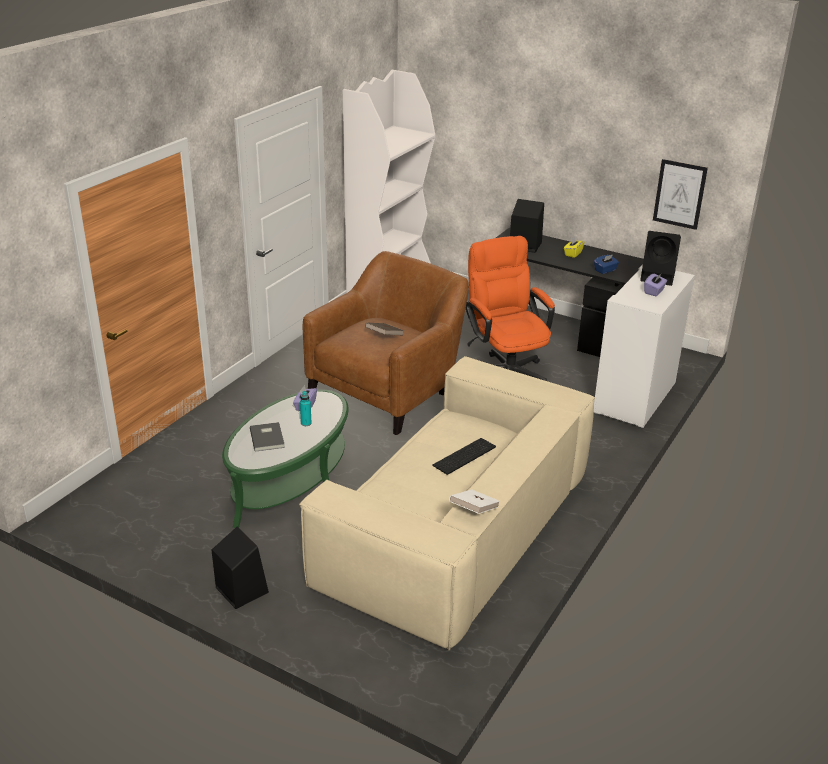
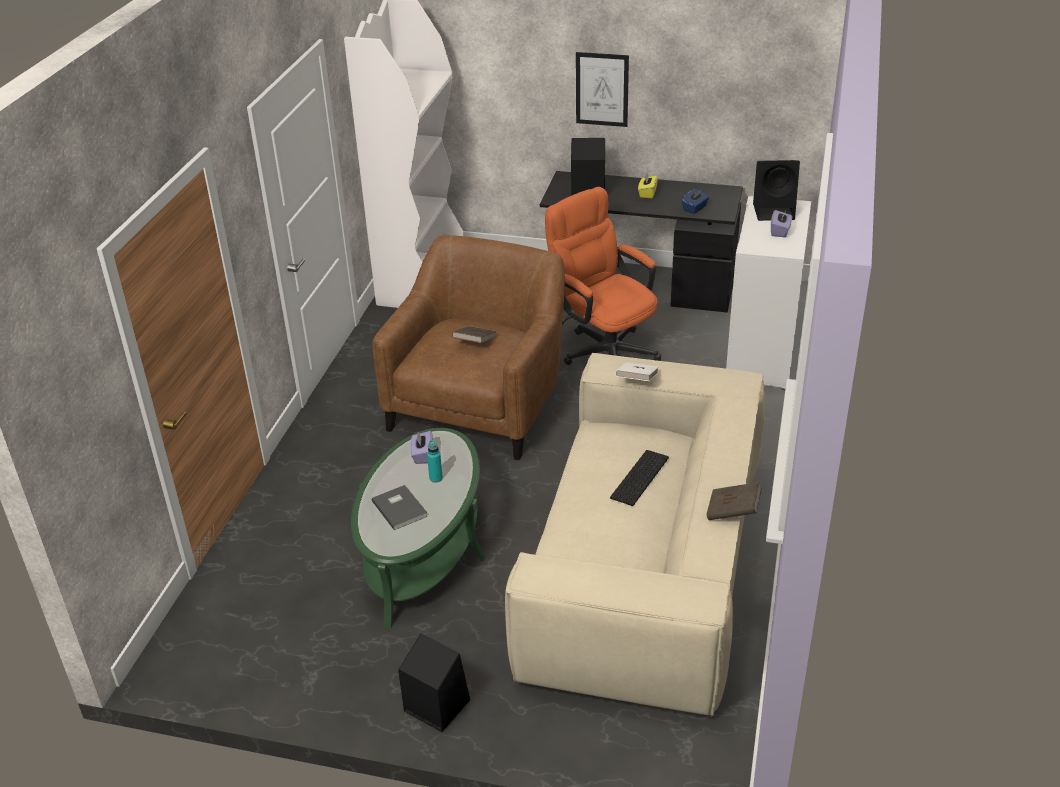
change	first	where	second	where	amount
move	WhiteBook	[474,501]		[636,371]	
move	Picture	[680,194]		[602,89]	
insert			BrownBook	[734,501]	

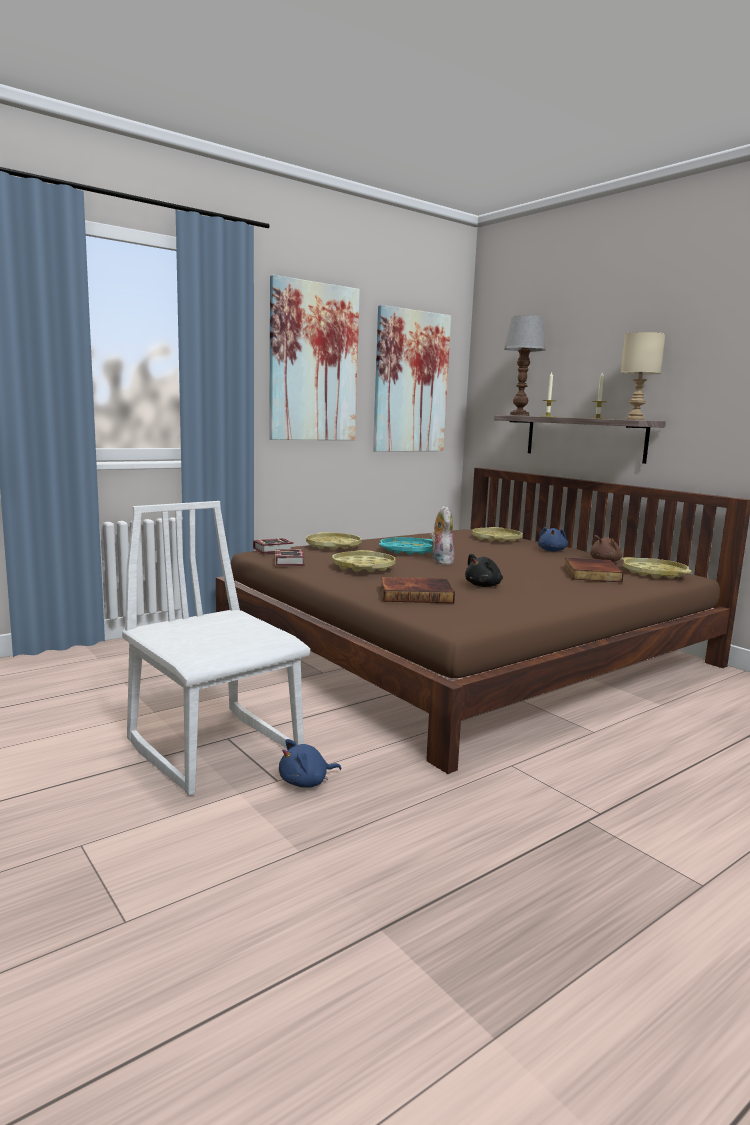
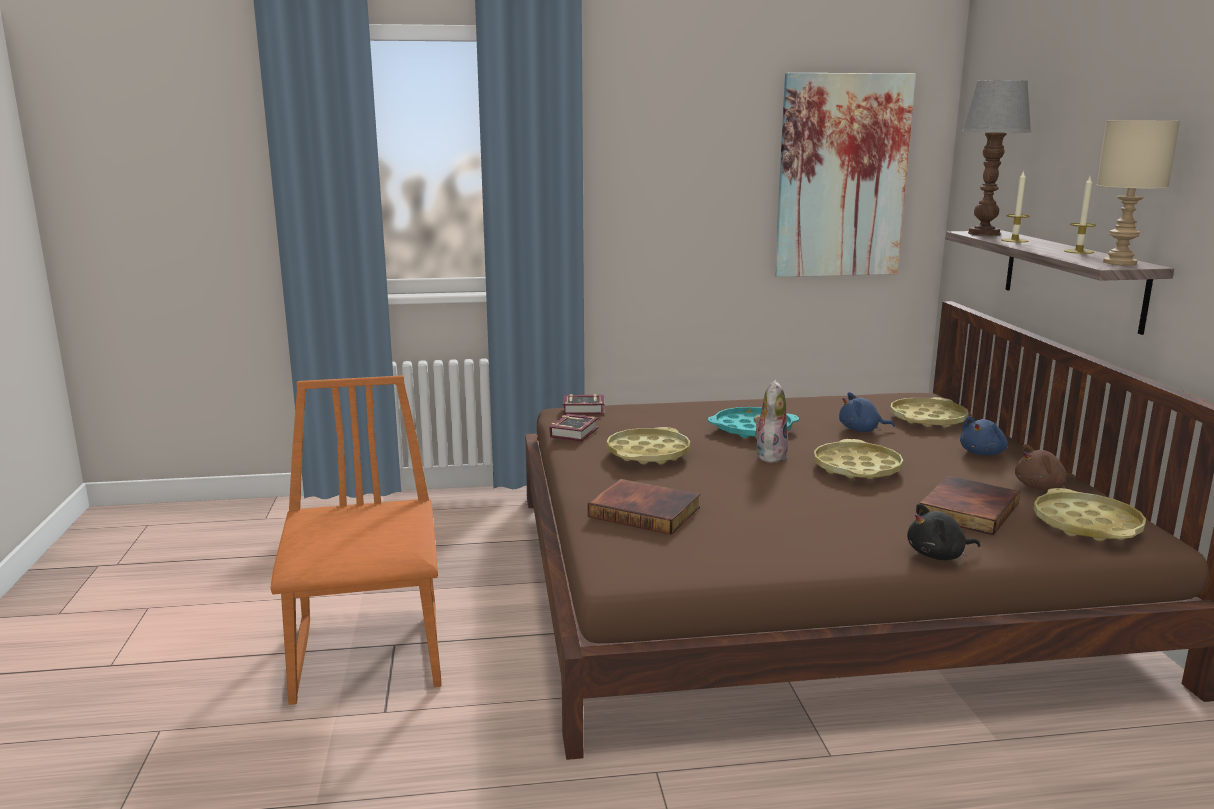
change	first	where	second	where	amount
recolor	WhiteChair	[216,648]	OrangeChair	[356,540]	
delete	Picture	[314,357]			
move	BluePlushToy	[310,763]		[867,412]	
move	YellowTray	[334,541]		[858,459]	
move	BlackPlushToy	[484,570]		[943,532]	

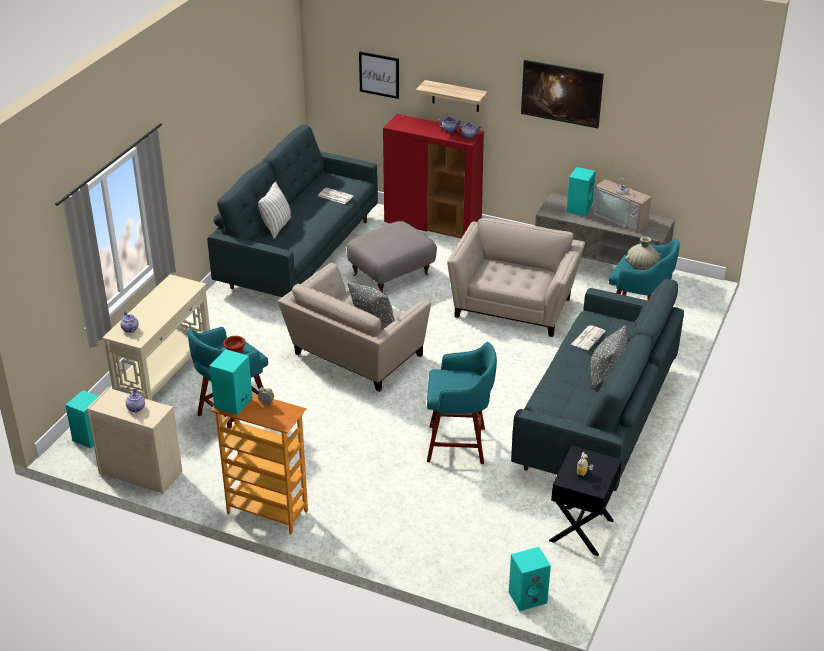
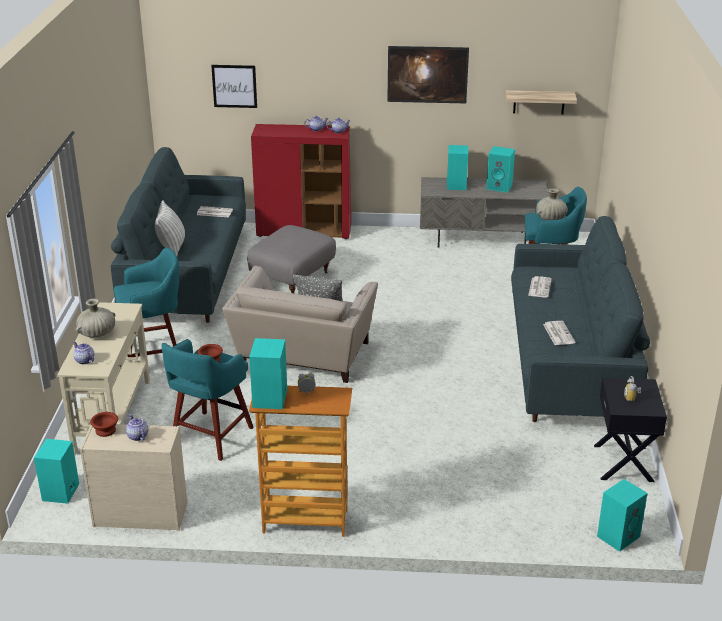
change	first	where	second	where	amount
move	Shelf	[451,96]		[541,102]	
move	TurquoiseStool	[462,403]		[146,302]	
delete	BeigeArmchair	[516,277]			
delete	GreyPillow	[609,356]			
replace	Television	[621,197]	TurquoiseSpeaker	[500,169]	
insert			BeigeVase	[95,318]	
insert			BrownBowl	[104,424]	
insert			Newspaper	[559,333]	

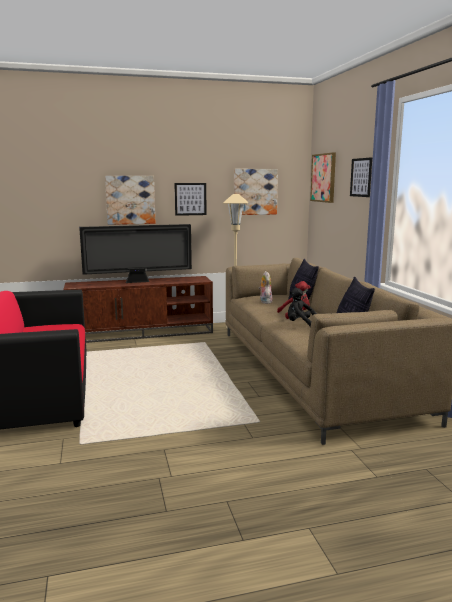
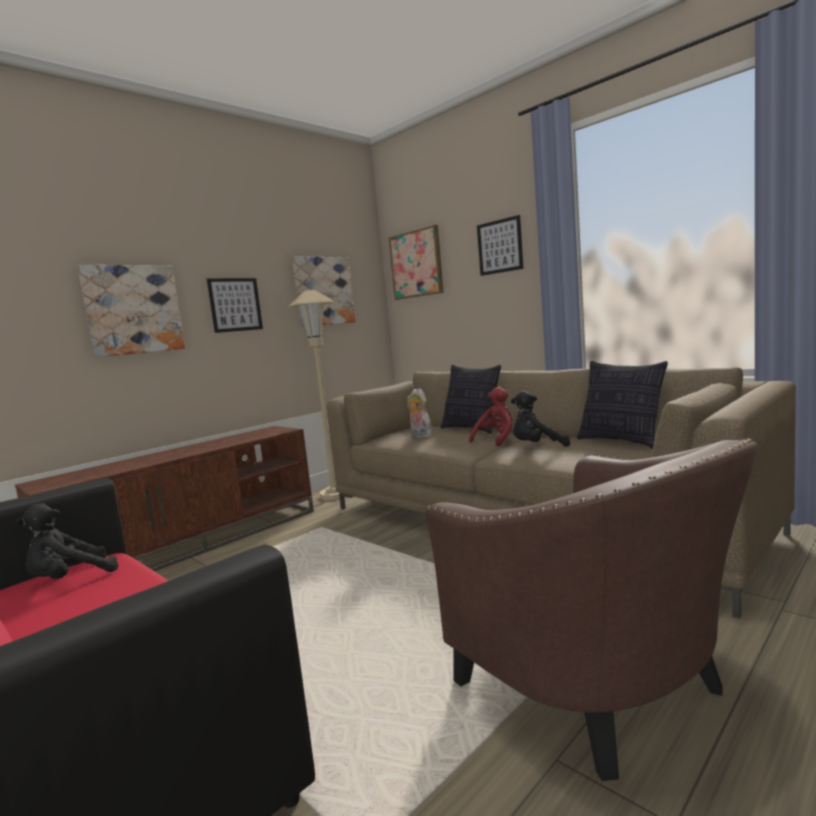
change	first	where	second	where	amount
delete	Television	[135,253]			
insert			BlackPlushToy	[67,541]	
insert			BrownArmchair	[591,610]	

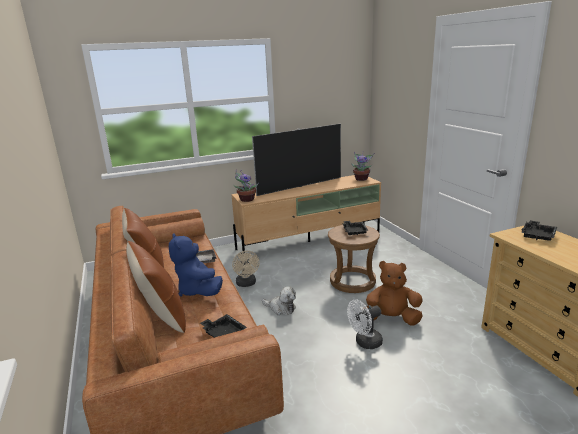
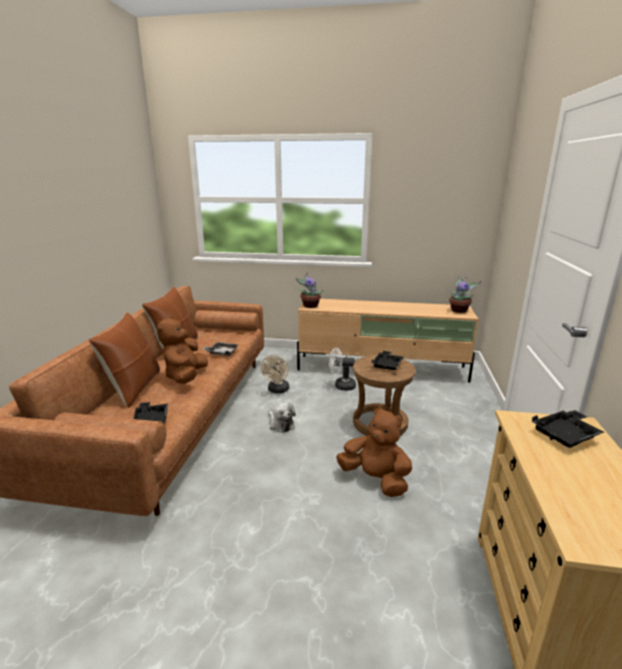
change	first	where	second	where	amount
recolor	BluePlushToy	[196,265]	BrownPlushToy	[182,349]	
delete	Television	[296,160]			
move	WhiteFan	[365,324]		[342,369]	

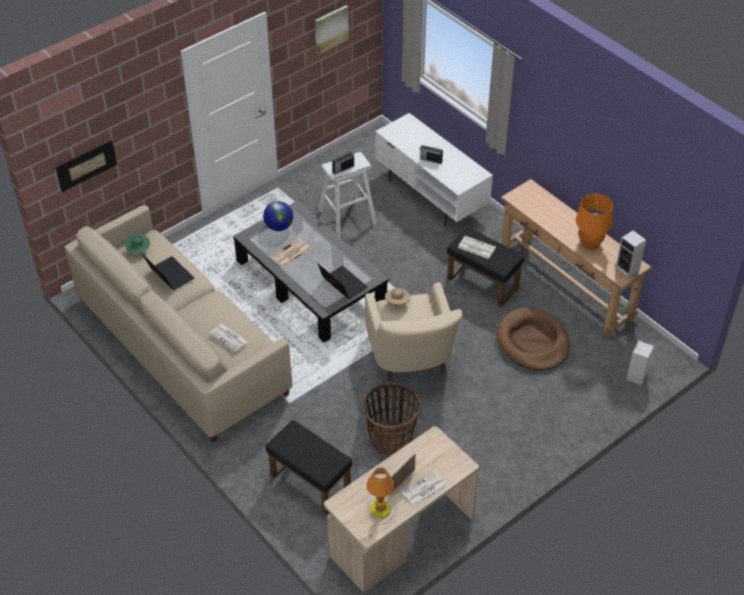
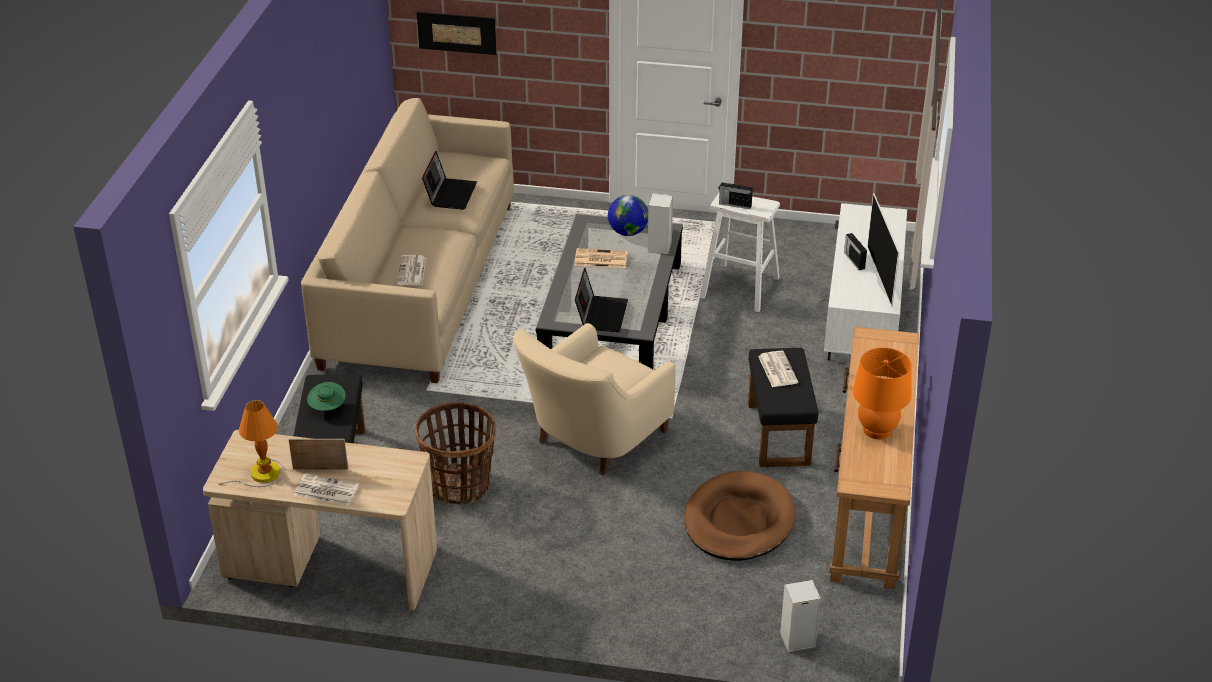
change	first	where	second	where	amount
move	GreenHat	[137,243]		[326,396]	
delete	Picture	[332,30]			
delete	BeigeHat	[398,297]			
move	Speaker	[631,254]		[660,223]	
insert			Television	[883,250]	

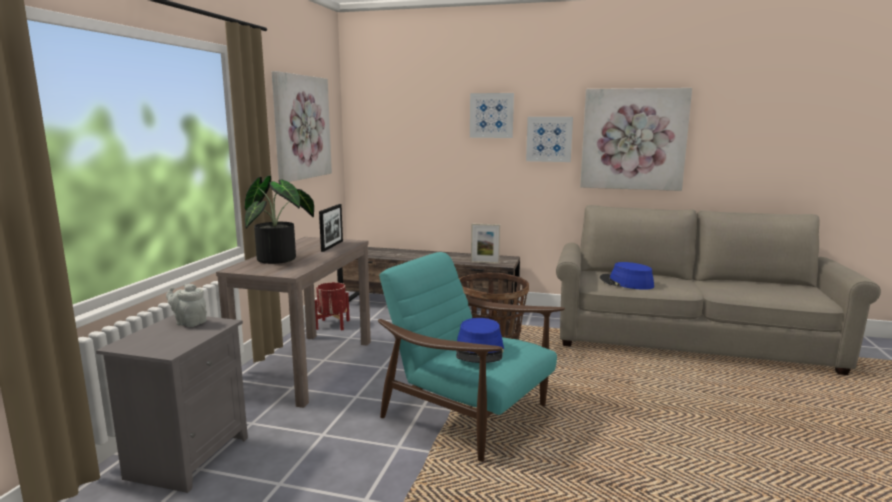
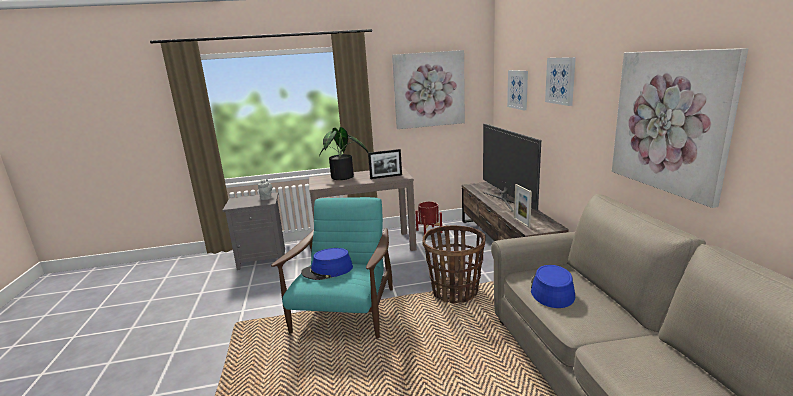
change	first	where	second	where	amount
move	Picture	[549,139]		[517,90]	
insert			Television	[512,167]	

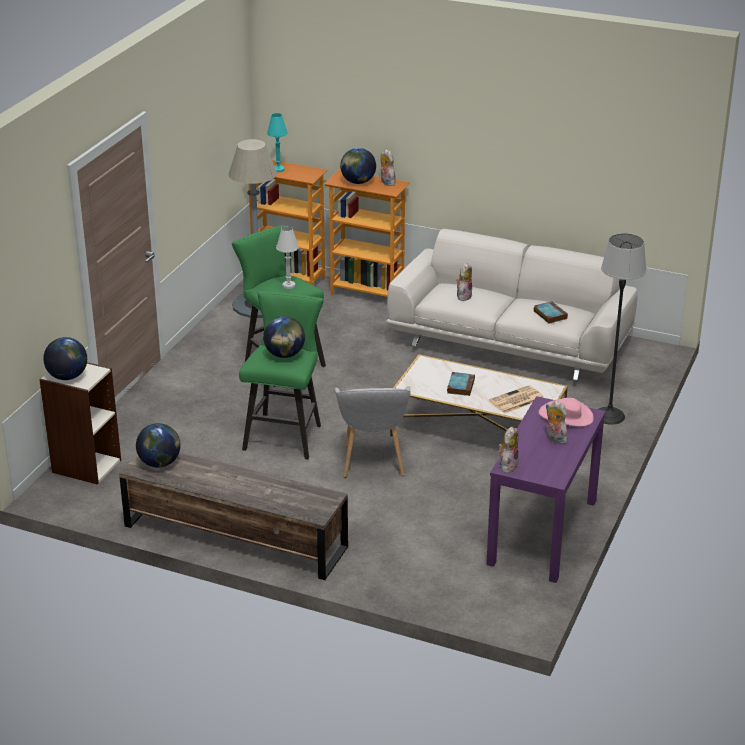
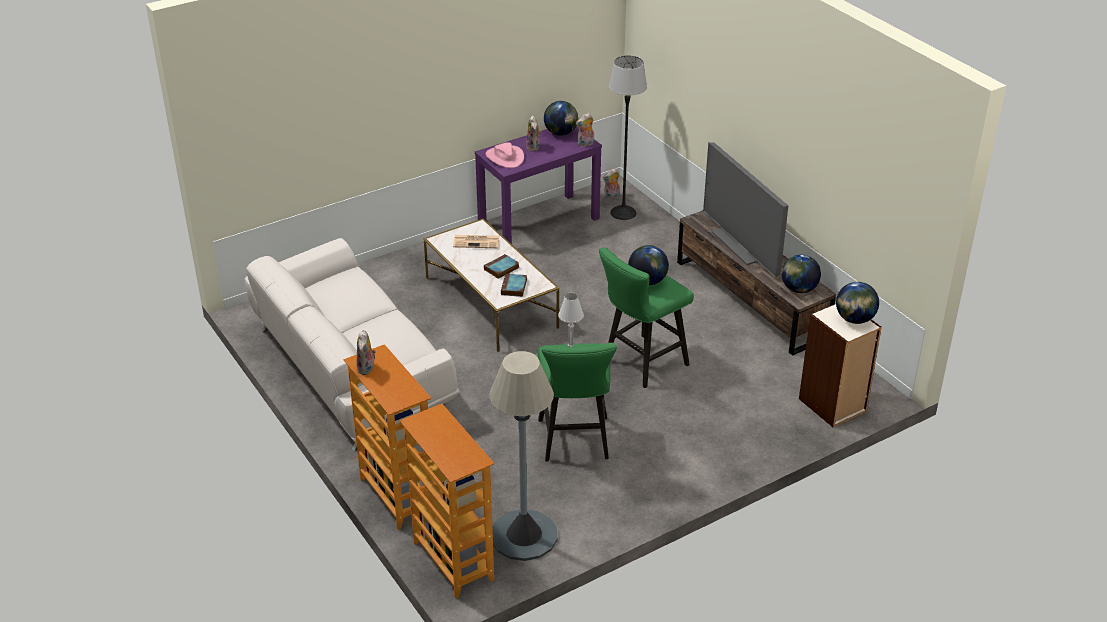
change	first	where	second	where	amount
delete	TurquoiseTableLamp	[277,142]			
delete	GreyArmchair	[373,432]			
move	Globe	[358,166]		[561,118]	
move	PlushToy	[464,282]		[611,183]	
move	Book	[551,312]		[514,285]	
move	FloorLamp	[622,329]		[628,137]	
insert			Television	[745,210]	

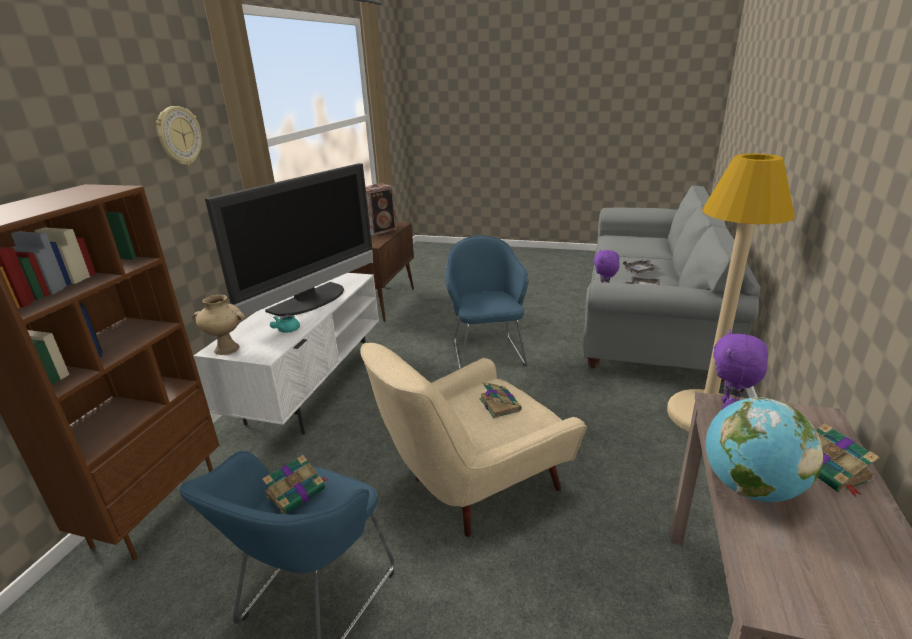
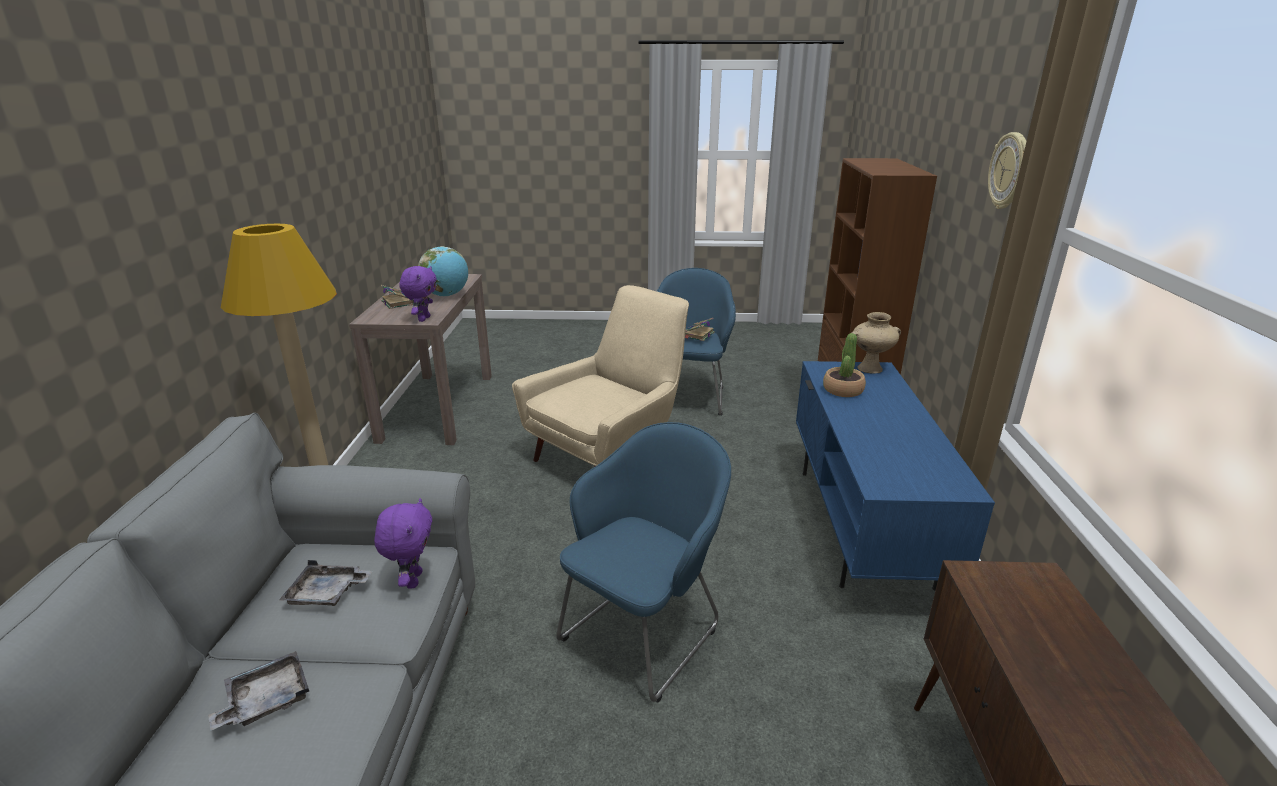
change	first	where	second	where	amount
recolor	WhiteTvStand	[286,354]	BlueTvStand	[895,476]	
delete	Television	[289,239]			
replace	TurquoiseTeapot	[285,324]	PottedPlant	[844,365]	
delete	Speaker	[381,209]			
rotate	BlueArmchair	[486,302]		[643,562]	120 degrees counterclockwise
delete	Book	[500,400]			

